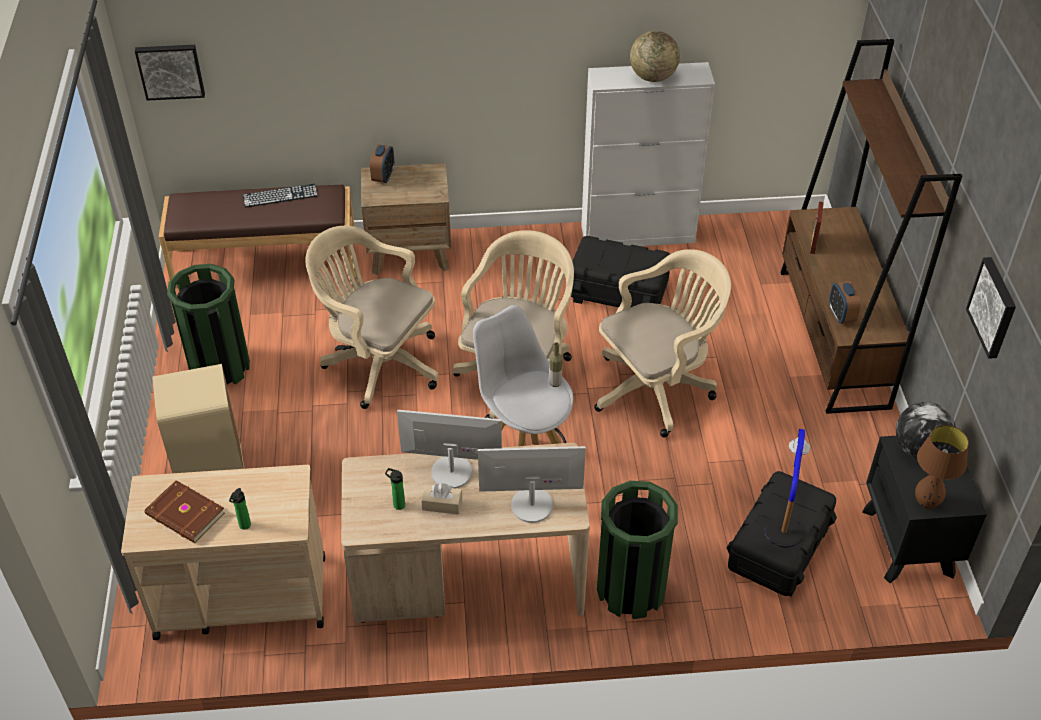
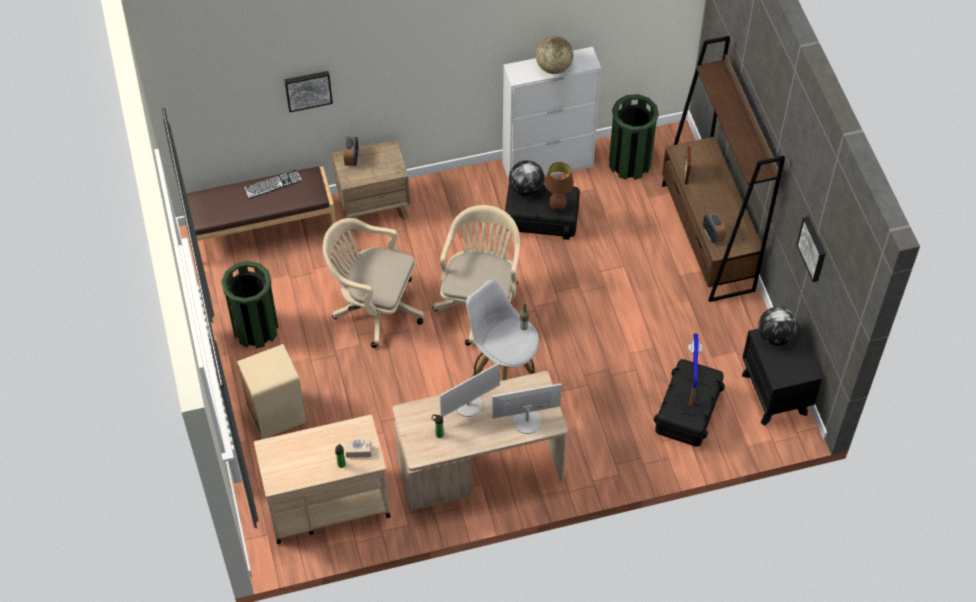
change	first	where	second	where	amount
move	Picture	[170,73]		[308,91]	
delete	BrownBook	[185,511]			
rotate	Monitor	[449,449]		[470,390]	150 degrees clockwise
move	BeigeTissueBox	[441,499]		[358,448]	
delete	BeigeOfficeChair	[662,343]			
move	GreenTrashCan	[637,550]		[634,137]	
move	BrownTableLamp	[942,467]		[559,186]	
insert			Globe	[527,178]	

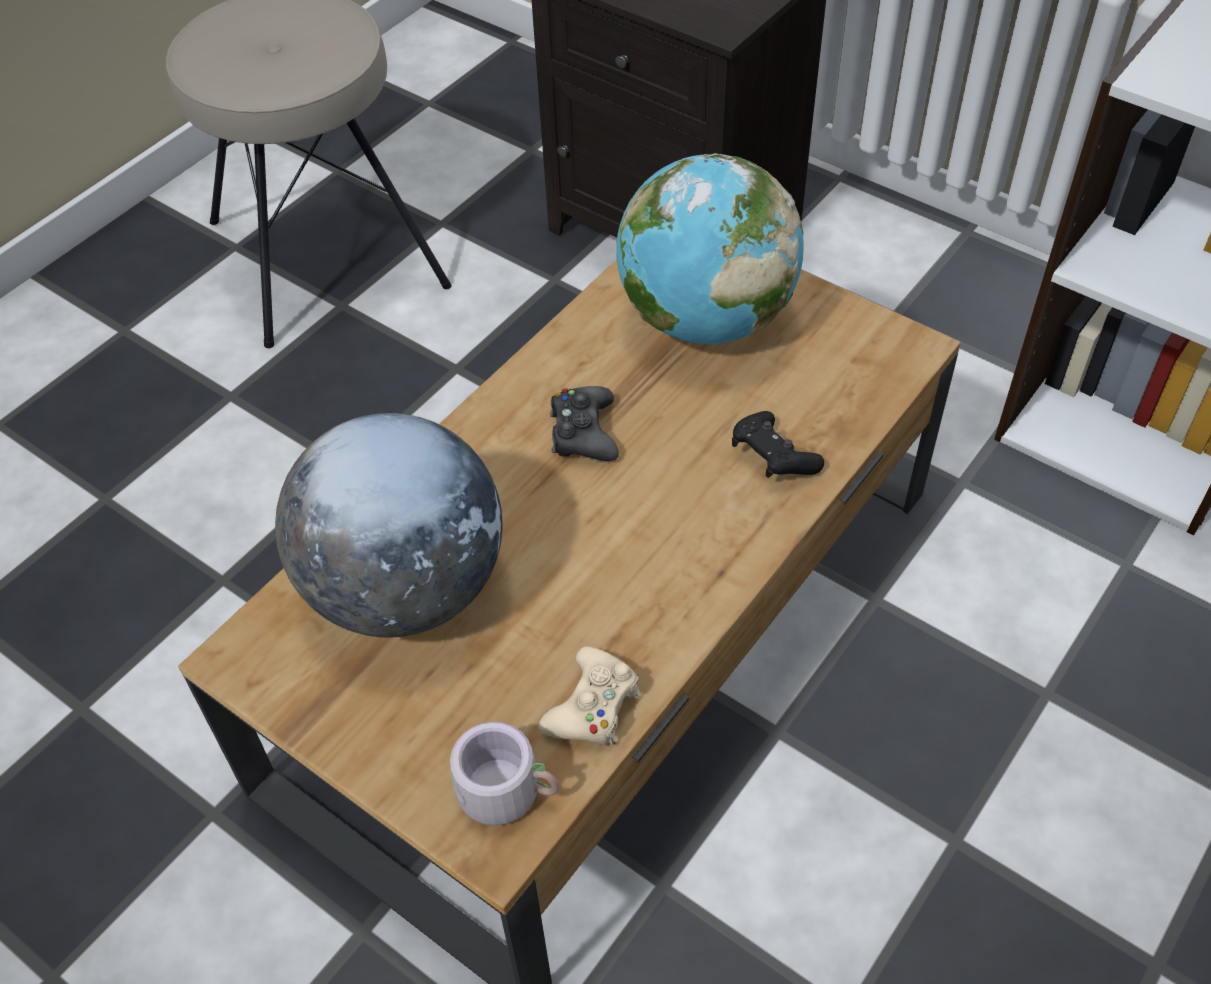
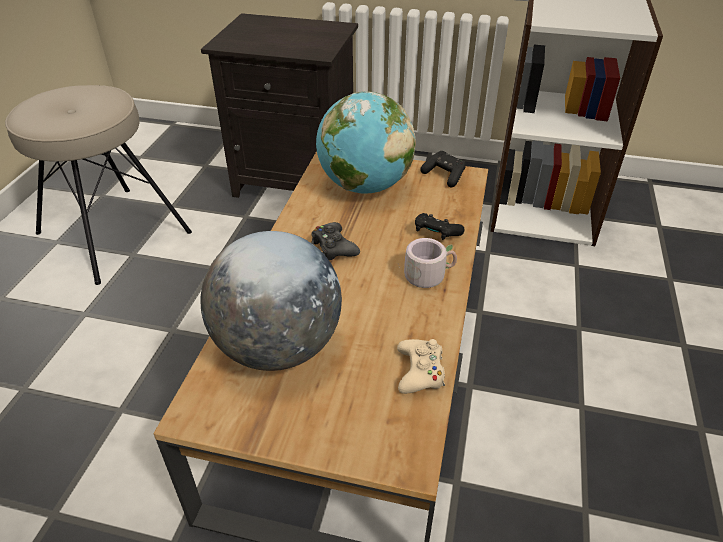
change	first	where	second	where	amount
move	GreyMug	[504,774]		[427,263]	
insert			BlackGameController	[443,169]	

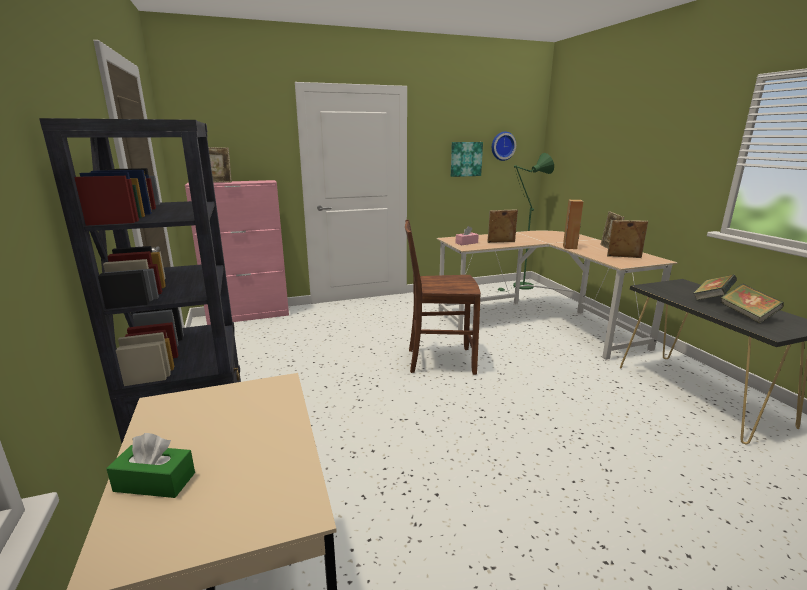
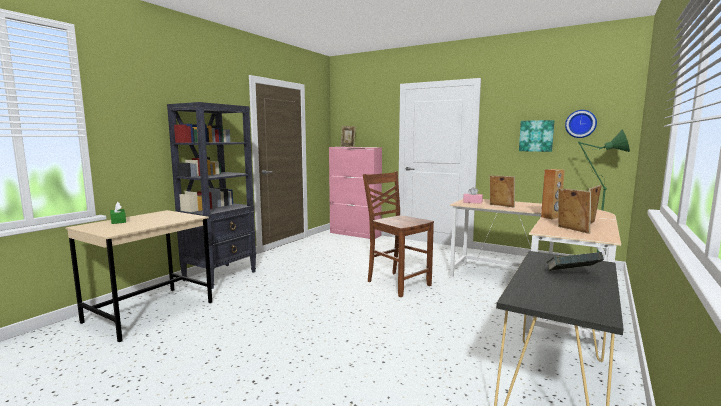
change	first	where	second	where	amount
delete	Book	[752,303]			

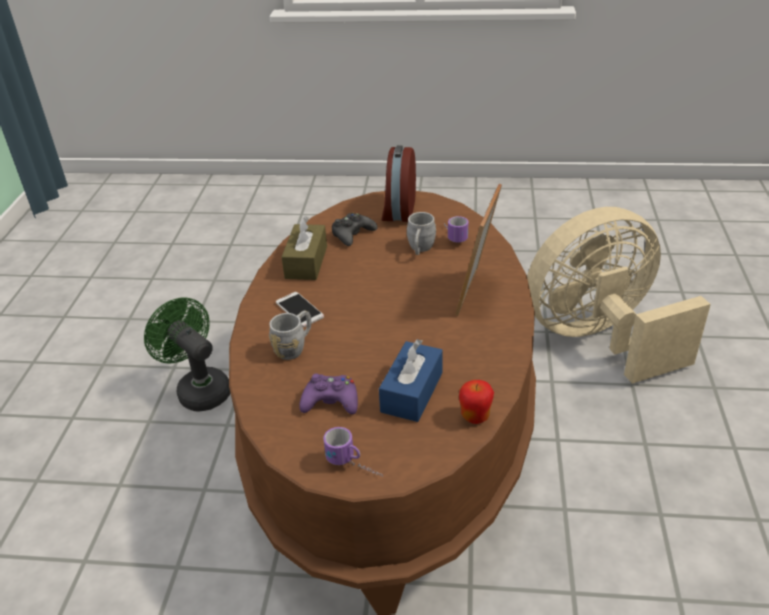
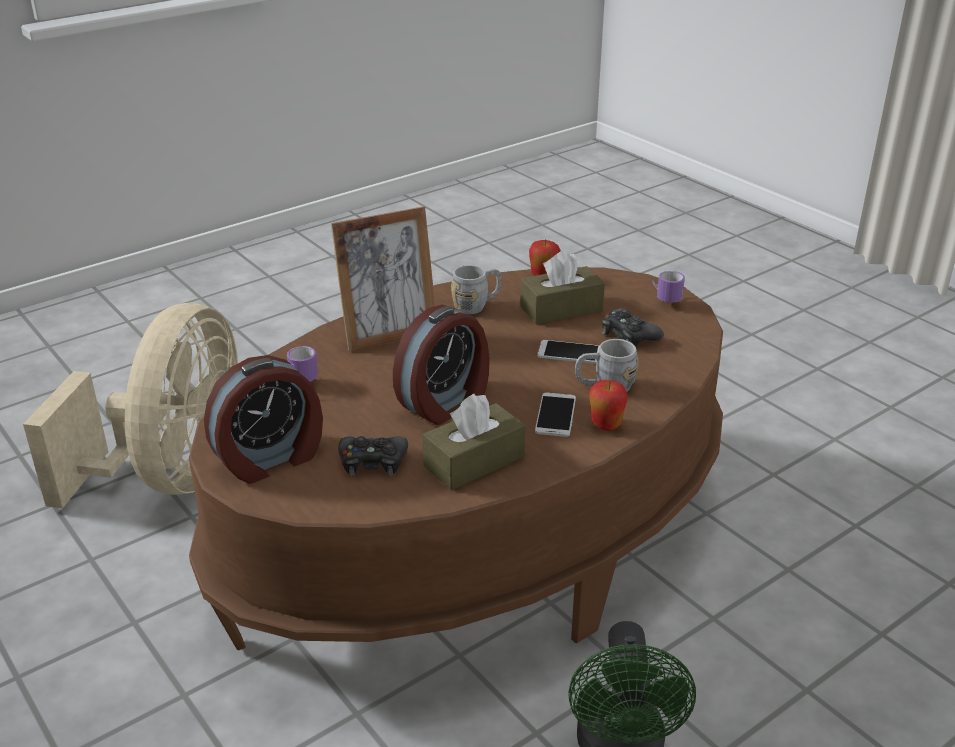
change	first	where	second	where	amount
recolor	PurpleGameController	[328,393]	BlackGameController	[633,327]	
recolor	BlueTissueBox	[411,380]	BrownTissueBox	[562,287]	
move	GreyMug	[421,233]		[476,289]	
rotate	BeigeFan	[619,295]		[130,405]	105 degrees counterclockwise
insert			AlarmClock	[441,365]	
insert			Phone	[568,352]	
insert			Apple	[608,405]	

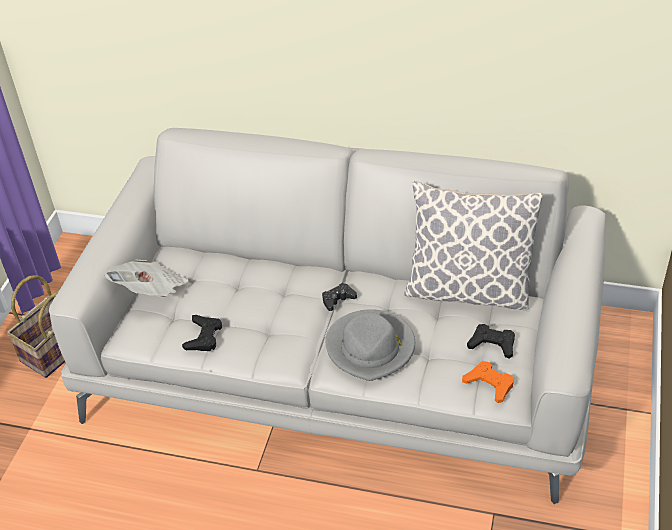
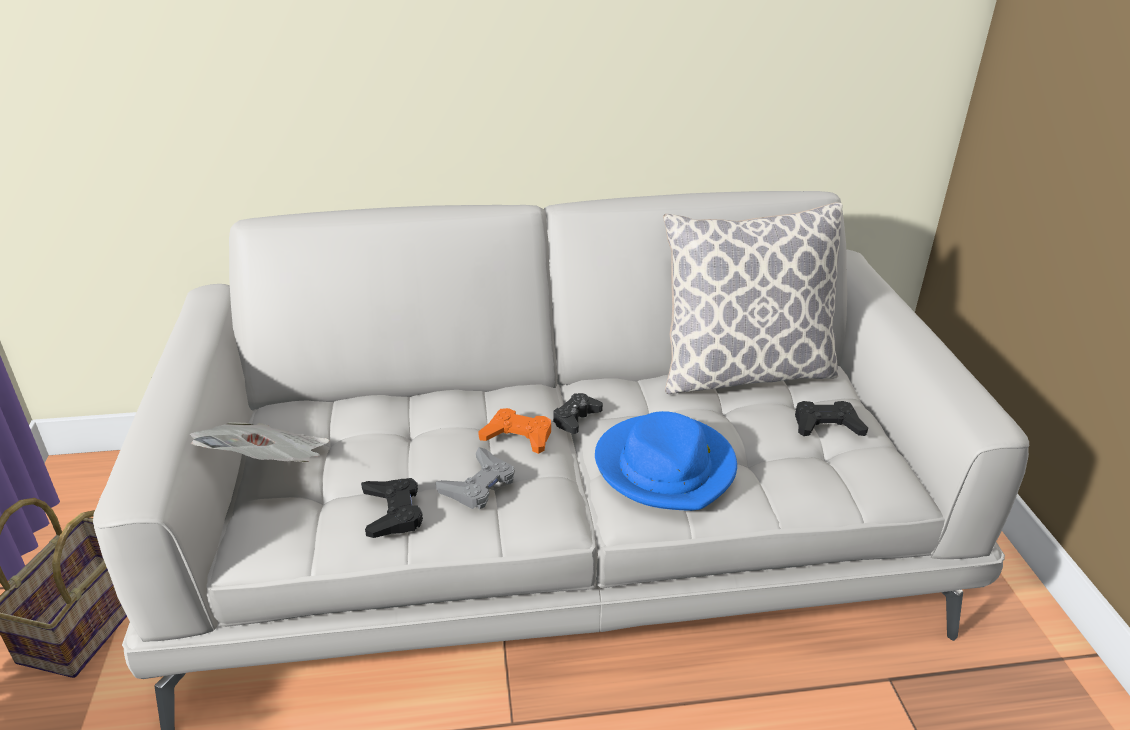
change	first	where	second	where	amount
recolor	GreyHat	[370,345]	BlueHat	[666,461]	
move	OrangeGameController	[488,382]		[514,431]	
insert			GreyGameController	[475,478]	

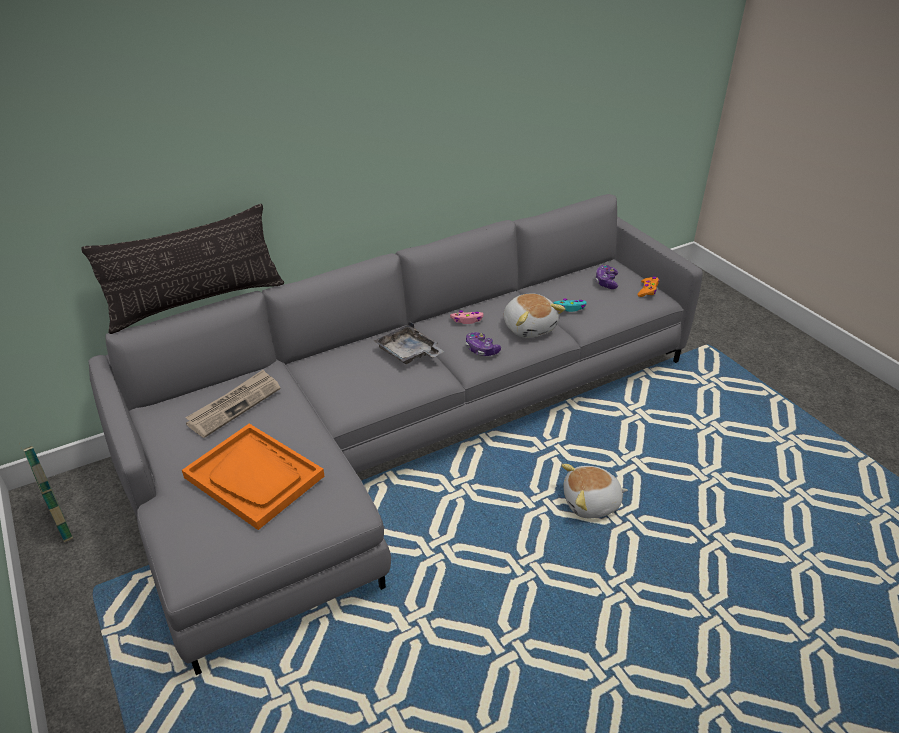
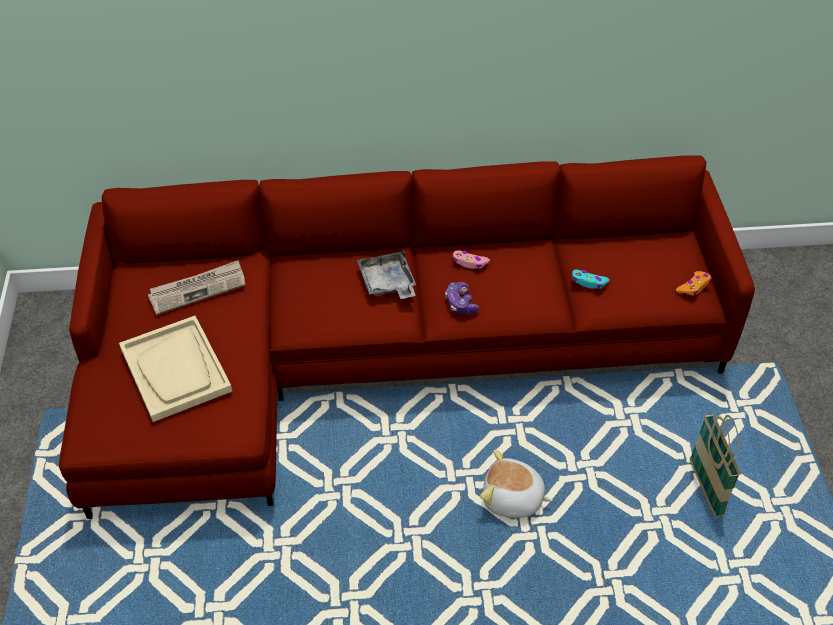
change	first	where	second	where	amount
move	Basket	[46,491]		[715,465]	
delete	Pillow	[182,269]			
recolor	GreySofa	[395,434]	RedSofa	[407,337]	
recolor	OrangeTray	[253,477]	BeigeTray	[175,369]	
delete	PlushToy	[534,315]			
delete	GameController	[606,277]			

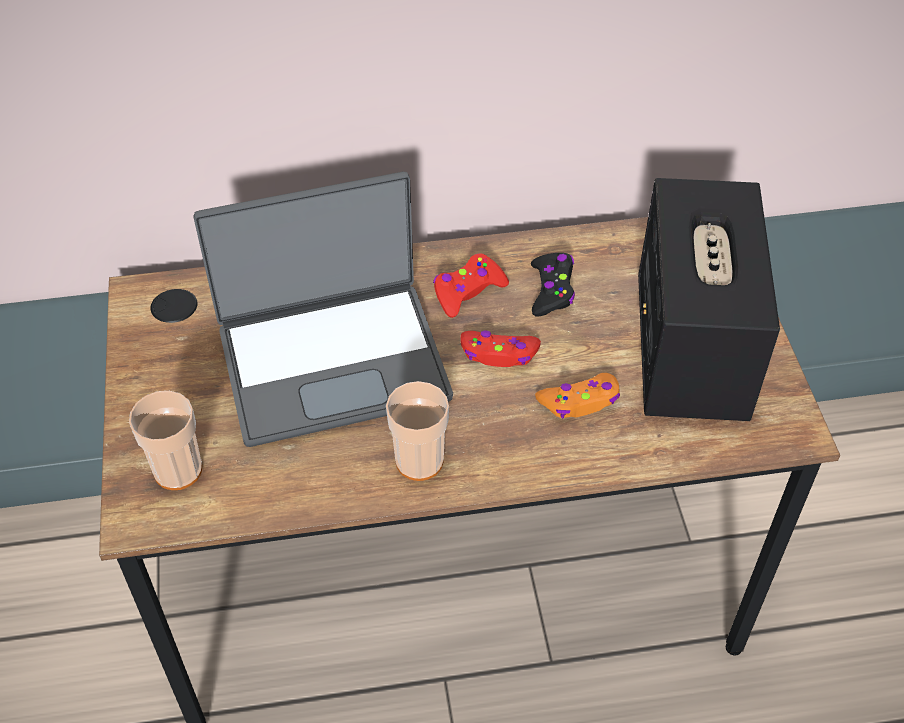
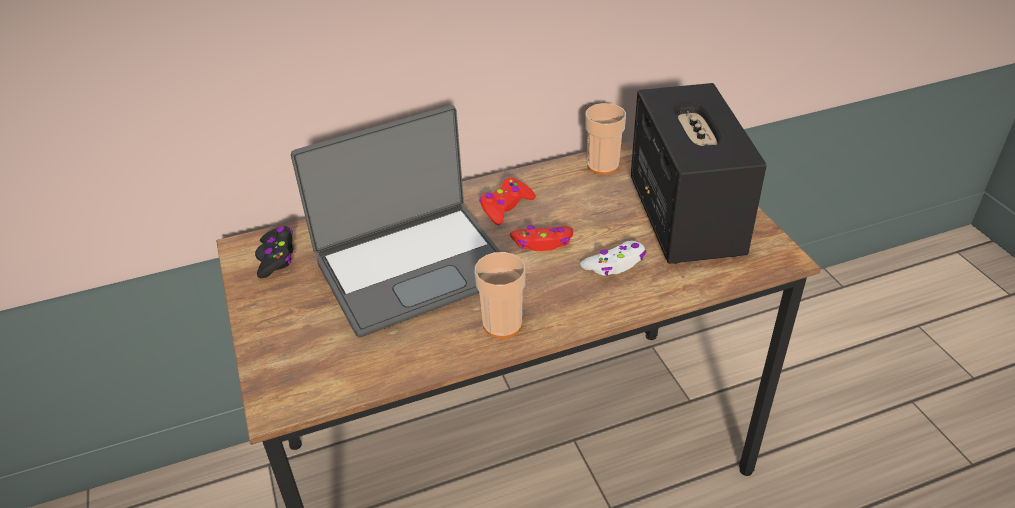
change	first	where	second	where	amount
move	Cup	[165,440]		[605,138]	
move	BlackGameController	[553,285]		[275,252]	
recolor	OrangeGameController	[577,395]	WhiteGameController	[613,258]	

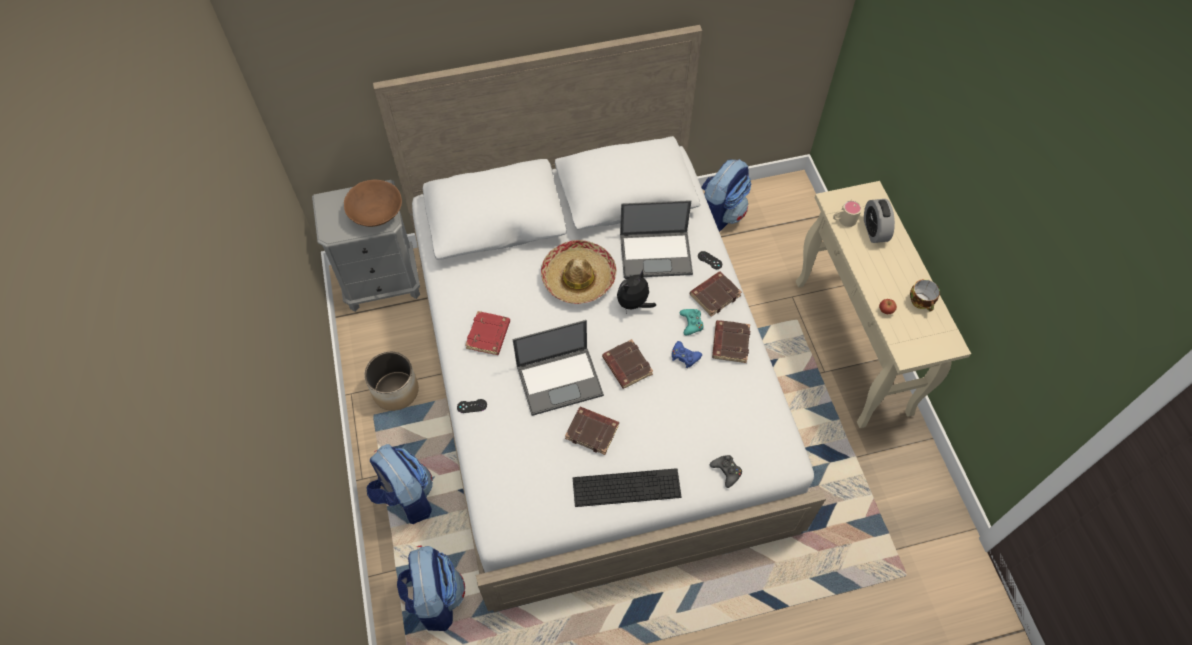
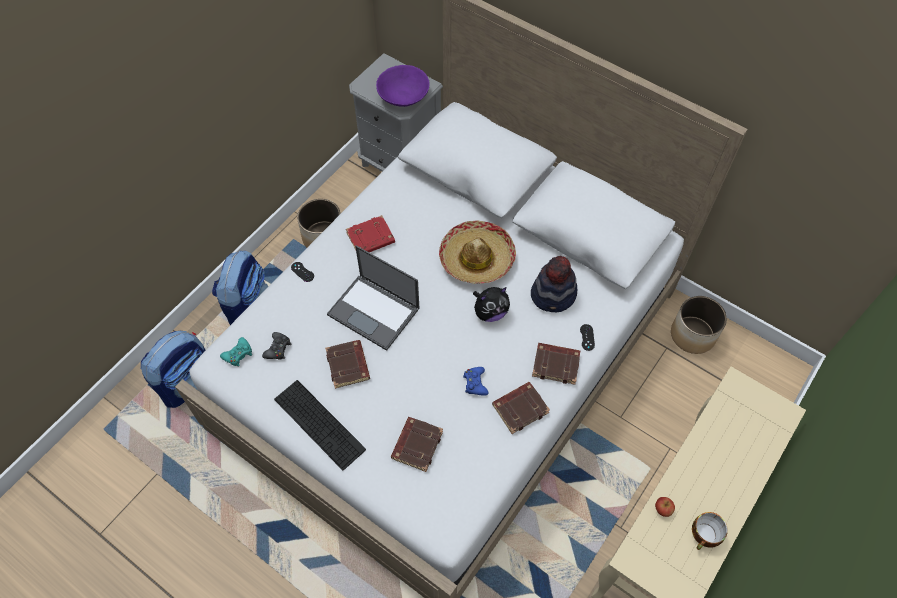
change	first	where	second	where	amount
recolor	BrownBowl	[373,203]	PurpleBowl	[403,86]	
move	BrownBook	[627,364]		[417,444]	
rotate	PlushToy	[636,292]		[491,304]	150 degrees clockwise
replace	Laptop	[656,239]	Hat	[554,284]	
move	TurquoiseGameController	[691,322]		[236,352]	
replace	Backpack	[726,195]	Planter	[699,325]	
move	BlackGameController	[726,471]		[276,346]	
delete	BeigeMug	[847,213]			
delete	AlarmClock	[879,221]			

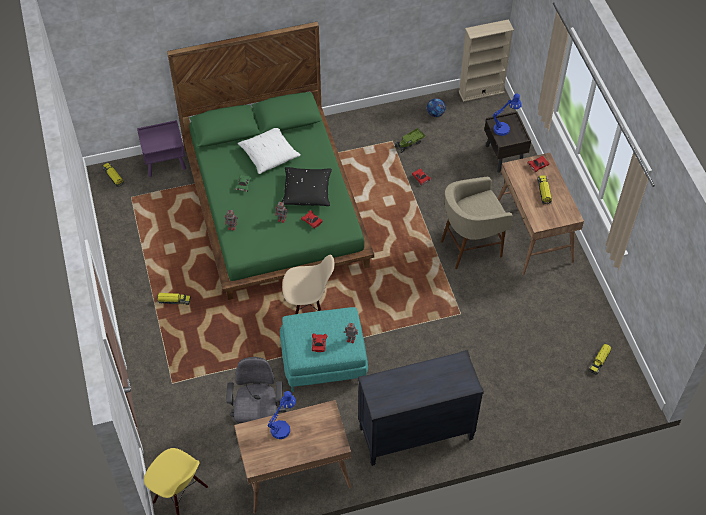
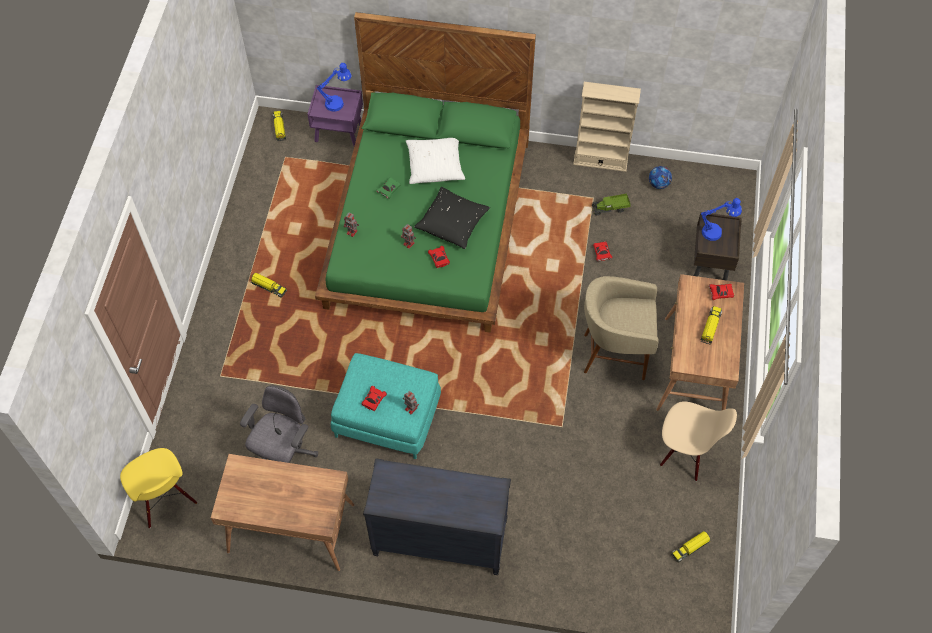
change	first	where	second	where	amount
move	BlueTableLamp	[282,415]		[334,87]	
move	BeigeChair	[308,284]		[698,441]	
move	BeigeBookcase	[486,60]		[607,127]	

